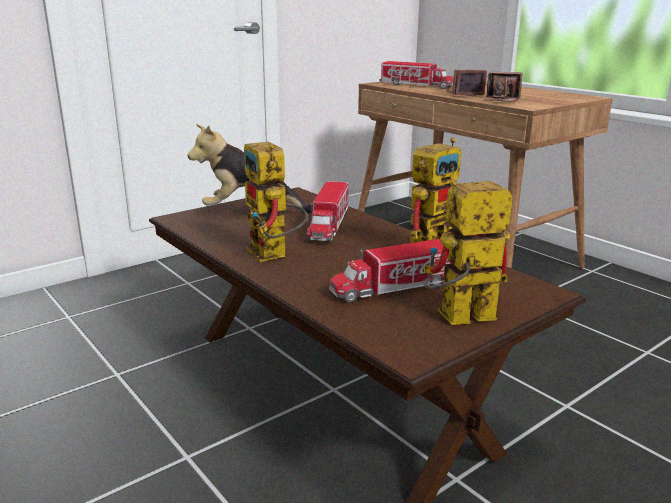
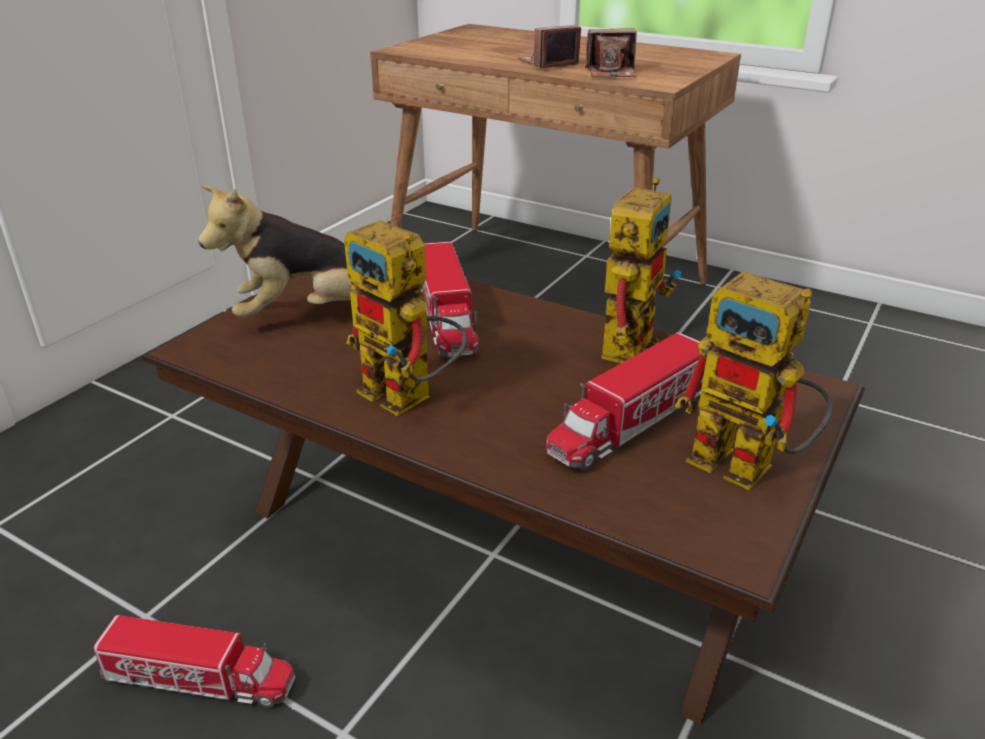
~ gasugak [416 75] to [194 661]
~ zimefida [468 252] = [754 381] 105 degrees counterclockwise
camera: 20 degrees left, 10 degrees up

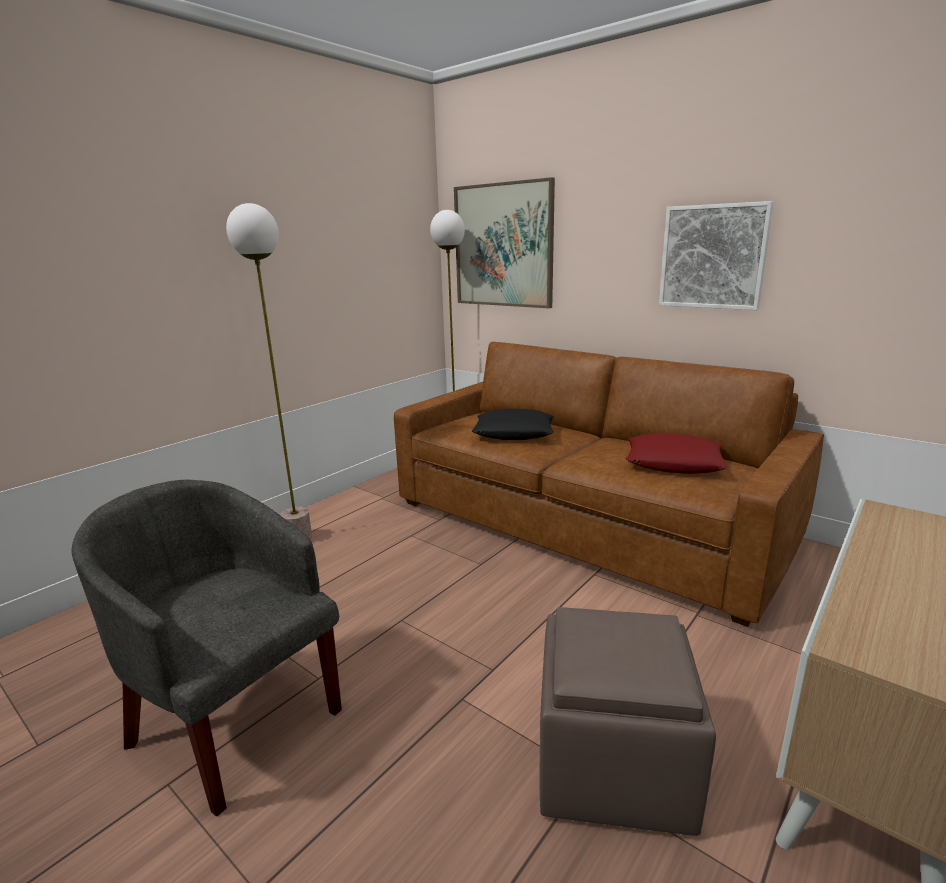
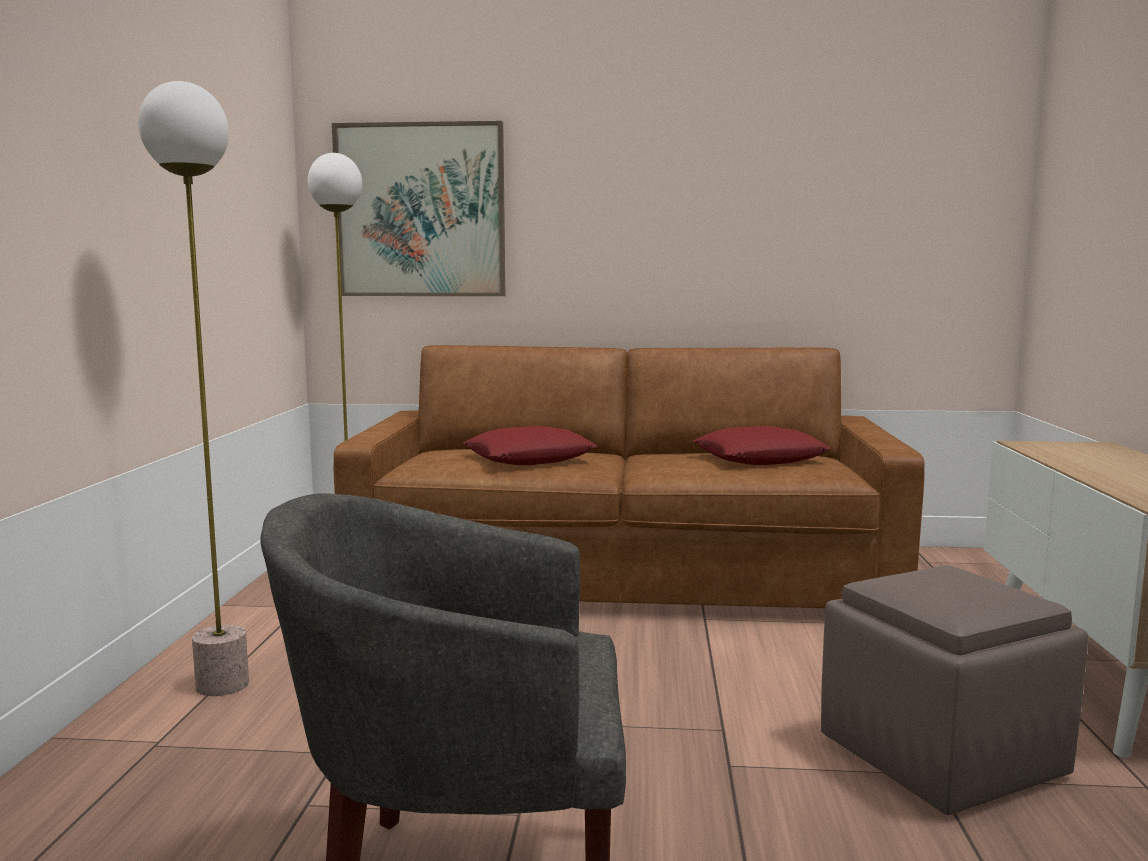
~ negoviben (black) [513 424] to negoviben (red) [530 445]
- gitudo [716 255]
camera: 35 degrees left, 10 degrees down

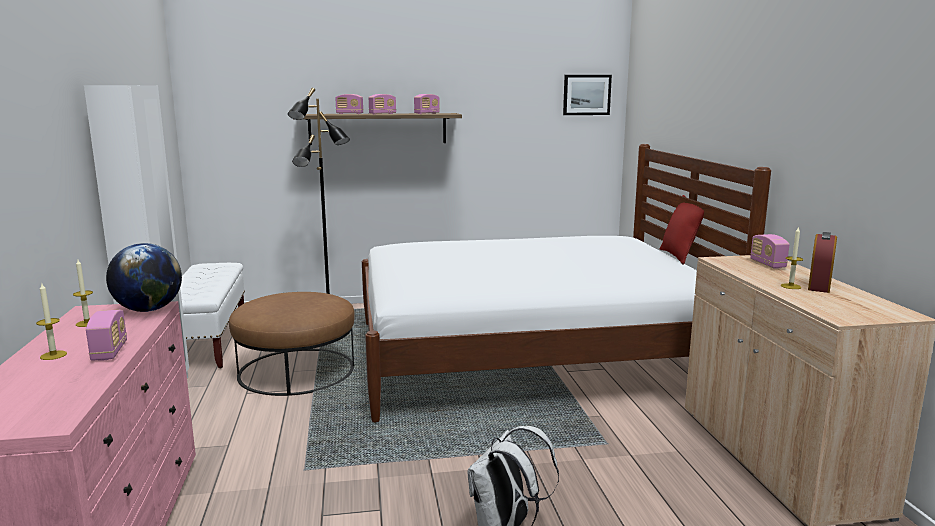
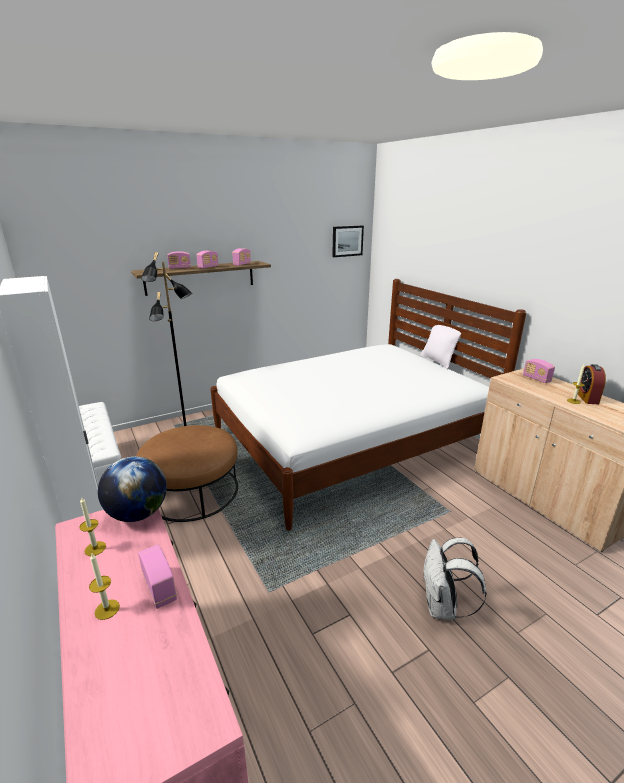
~ negoviben (red) [682 230] to negoviben (white) [442 343]
camera: 20 degrees left, 10 degrees up

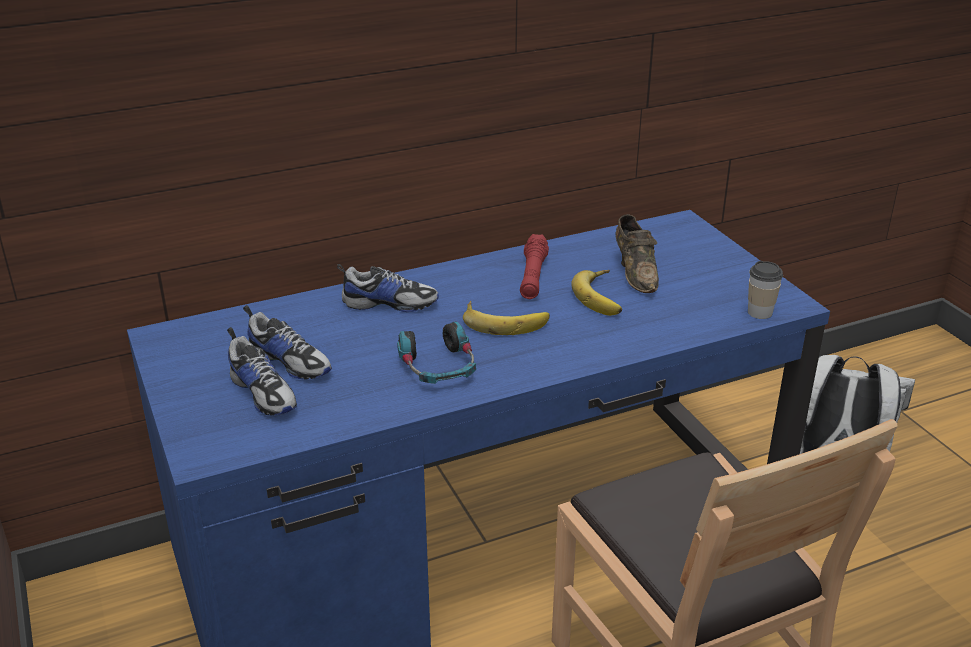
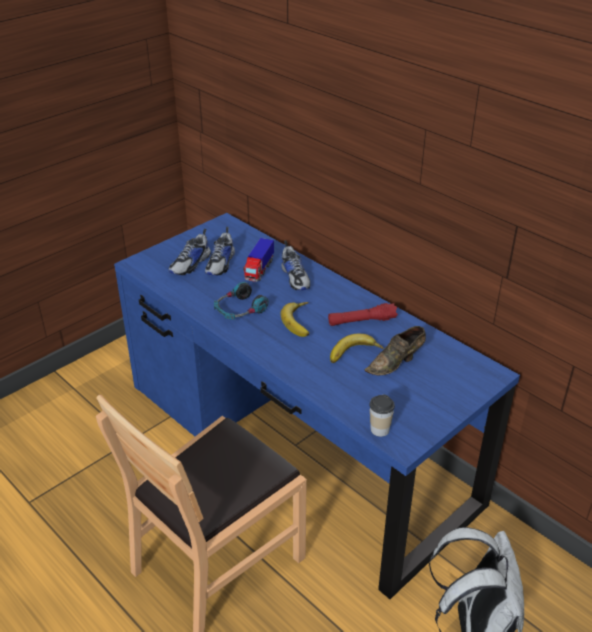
+ gasugak [258 260]
camera: 70 degrees right, 5 degrees up

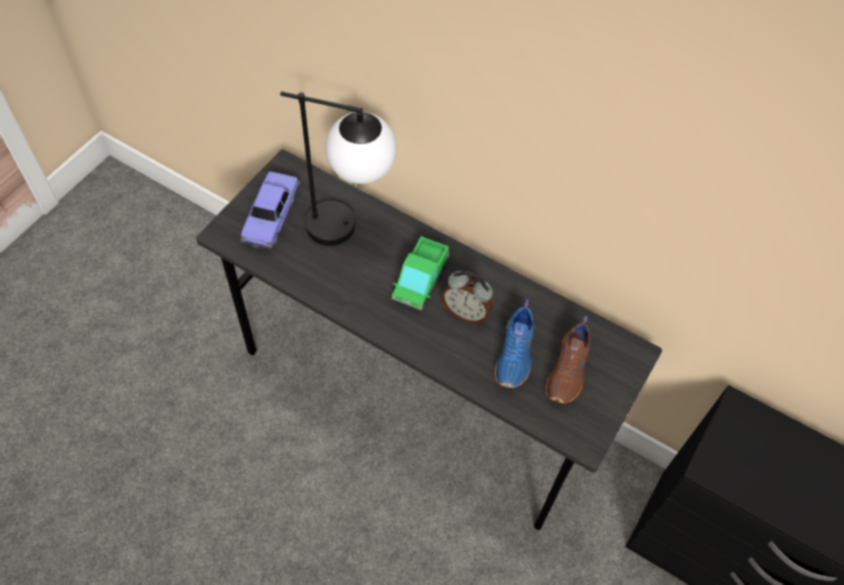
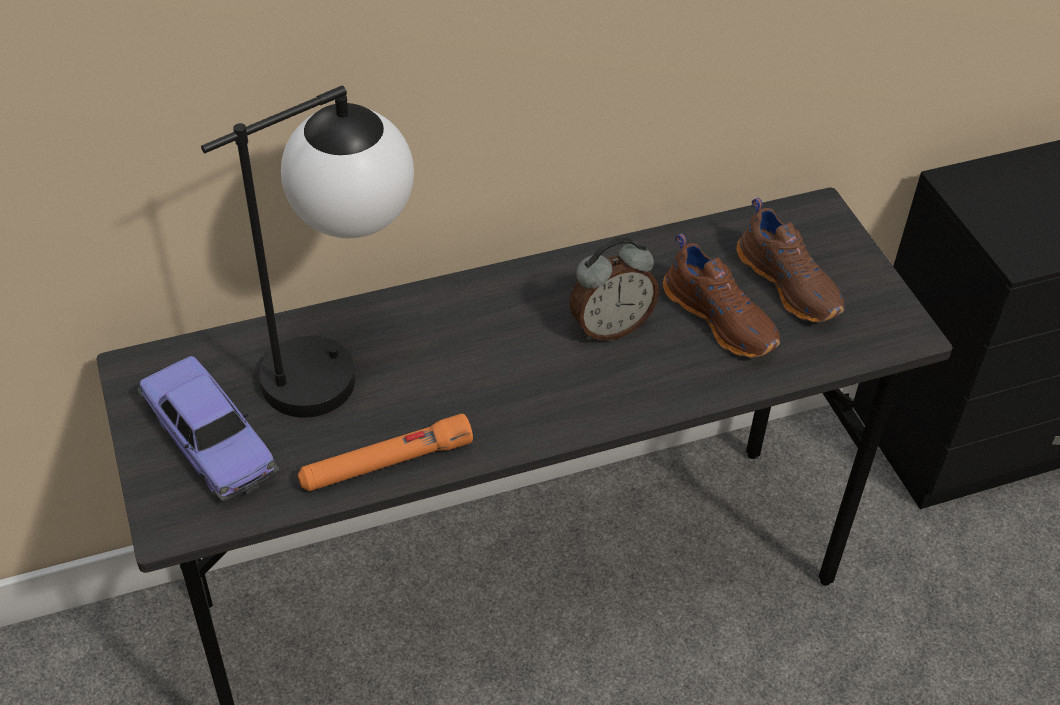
+ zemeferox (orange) [385 452]
~ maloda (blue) [514 343] to maloda (brown) [721 295]
- gasugak [420 273]
camera: 50 degrees left, 10 degrees down

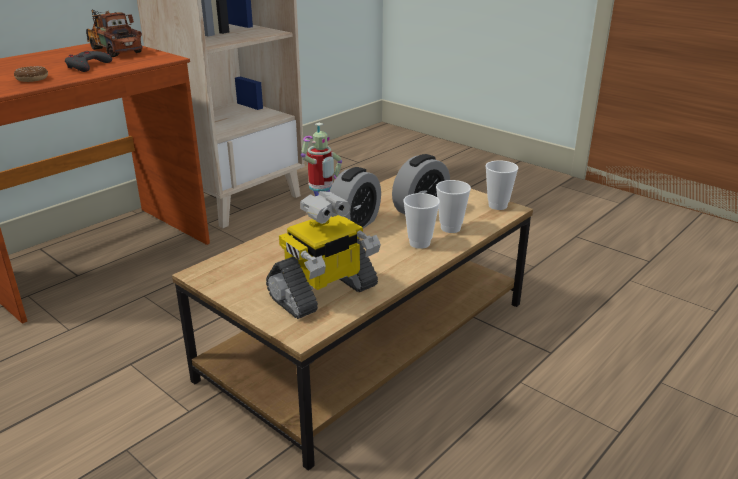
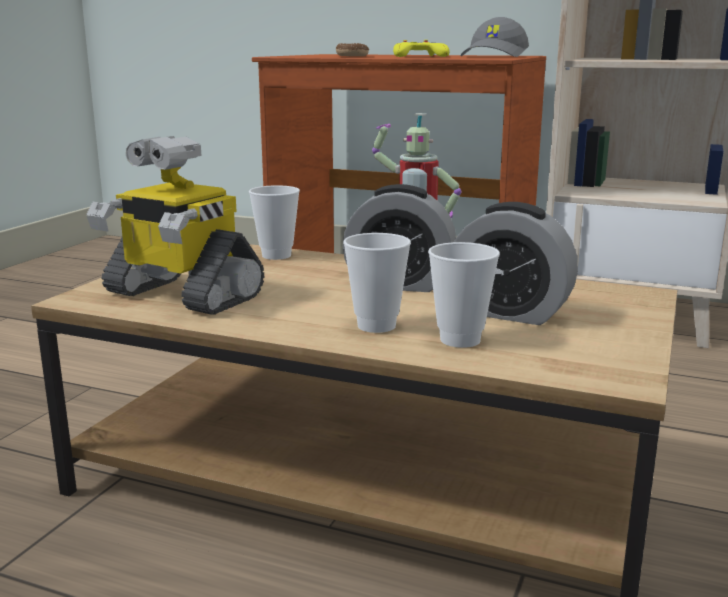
~ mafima [501 185] to [274 222]
~ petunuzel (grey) [88 61] to petunuzel (yellow) [421 48]
~ gasugak [114 33] to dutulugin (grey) [495 37]
camera: 70 degrees right, 10 degrees down

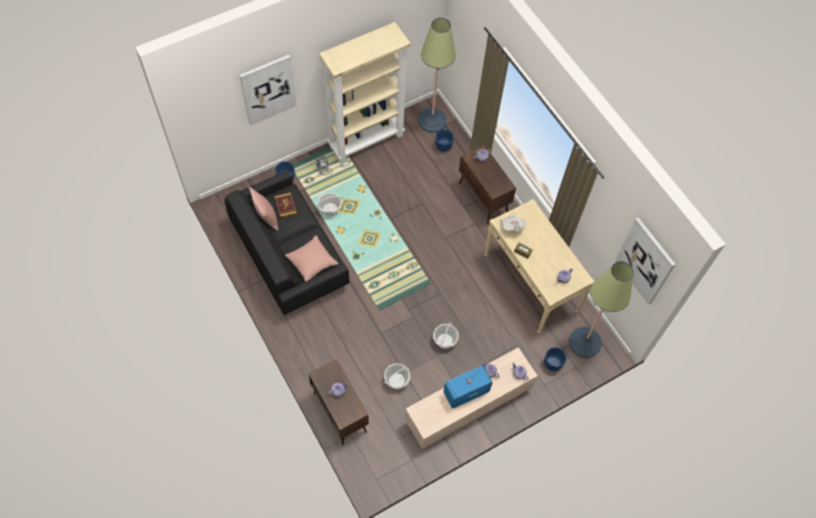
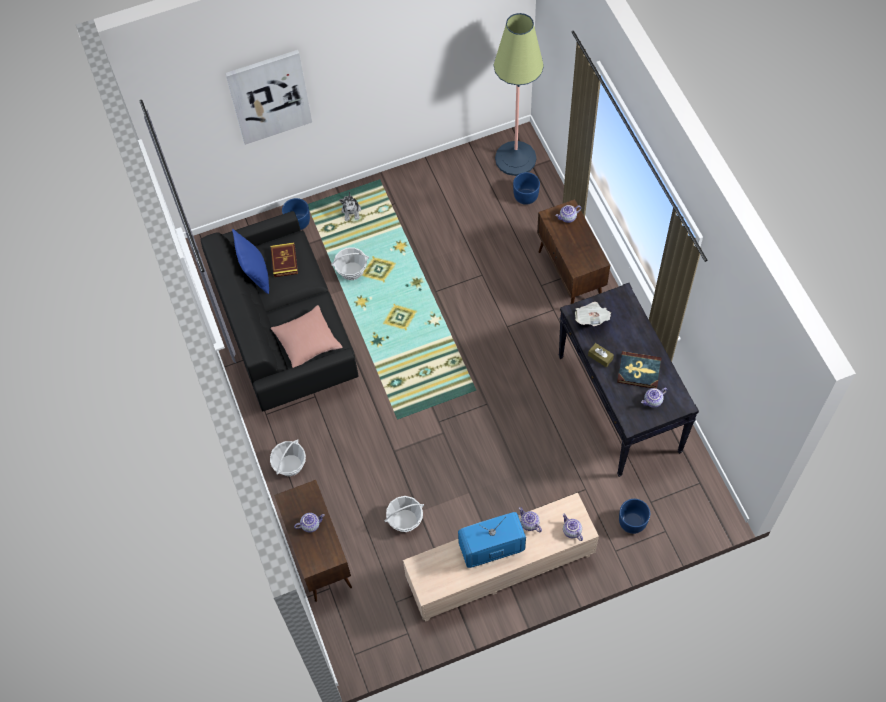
~ negoviben (pink) [263 209] to negoviben (blue) [250 261]
~ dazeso [446 335] to [288 457]
~ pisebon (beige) [539 266] to pisebon (black) [628 380]
+ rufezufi [639 370]
- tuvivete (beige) [365 93]
- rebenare [601 309]
- gitudo [645 261]
camera: 15 degrees right, 0 degrees up

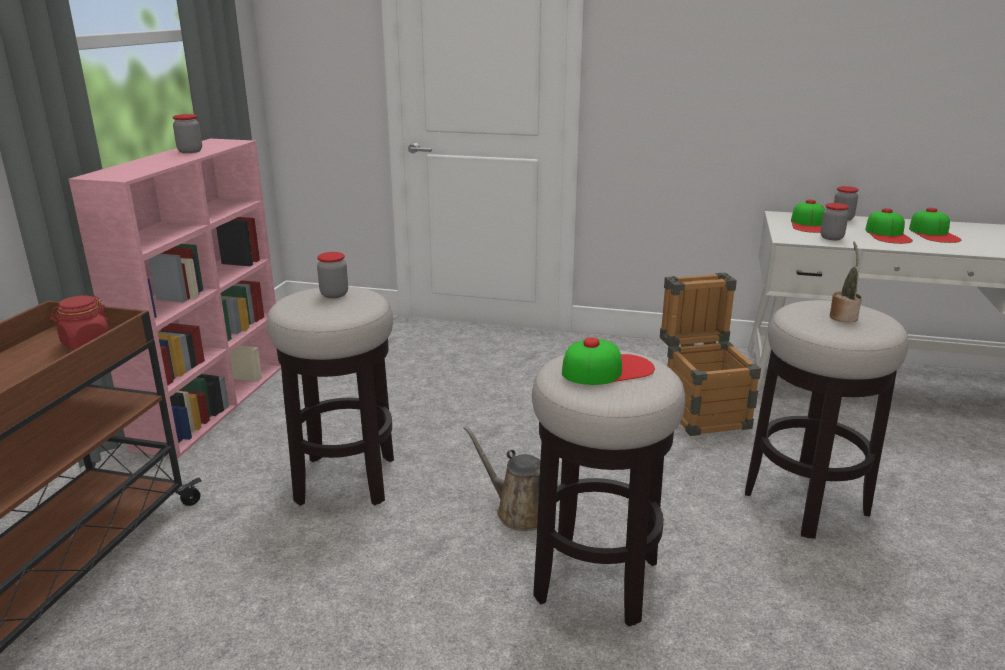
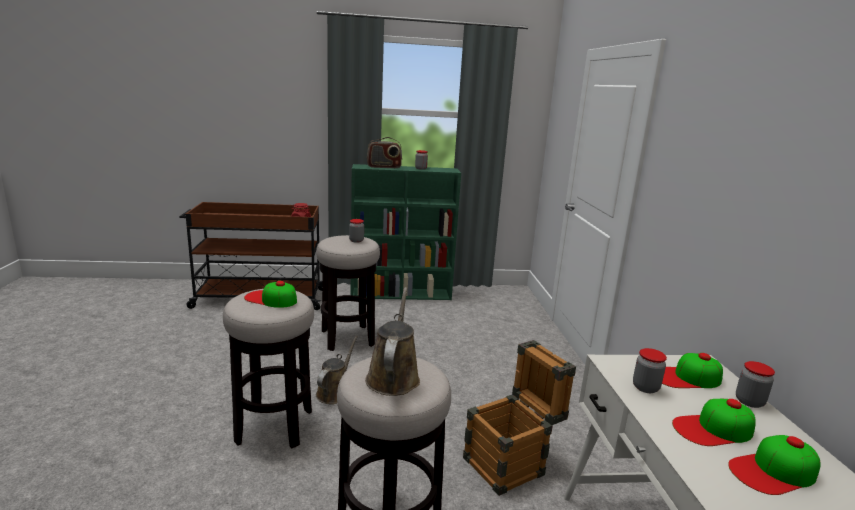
~ dutulugin [608 361] = [270 294] 150 degrees clockwise
~ tuvivete (pink) [175 298] to tuvivete (green) [406 232]
~ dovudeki [846 282] to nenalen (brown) [392 341]
+ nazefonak [384 152]
camera: 70 degrees right, 5 degrees down

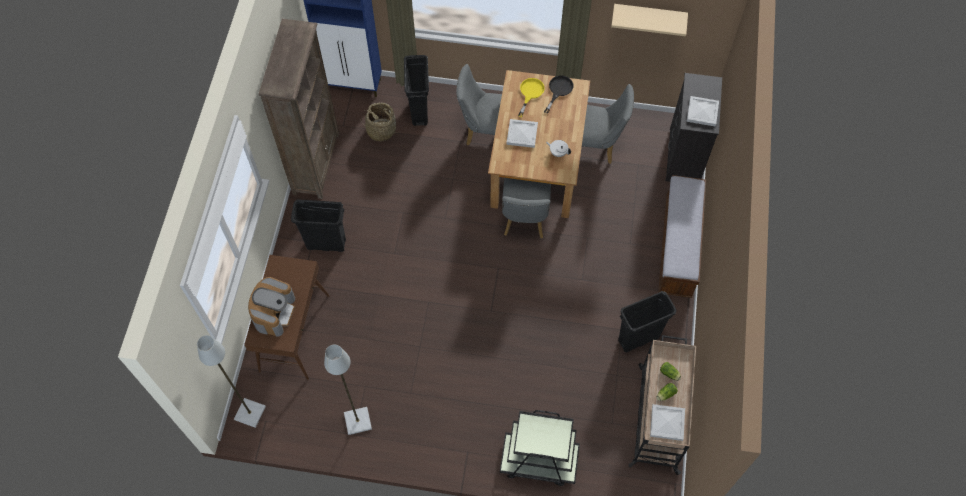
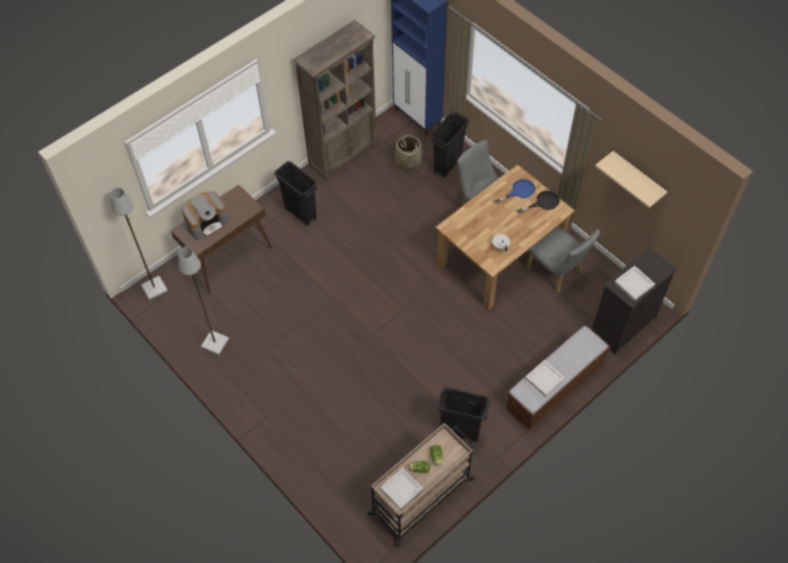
~ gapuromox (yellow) [531 97] to gapuromox (blue) [515 191]
~ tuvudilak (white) [522 133] to [545 378]
- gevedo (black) [540 448]
- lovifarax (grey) [526 208]
camera: 40 degrees right, 5 degrees down

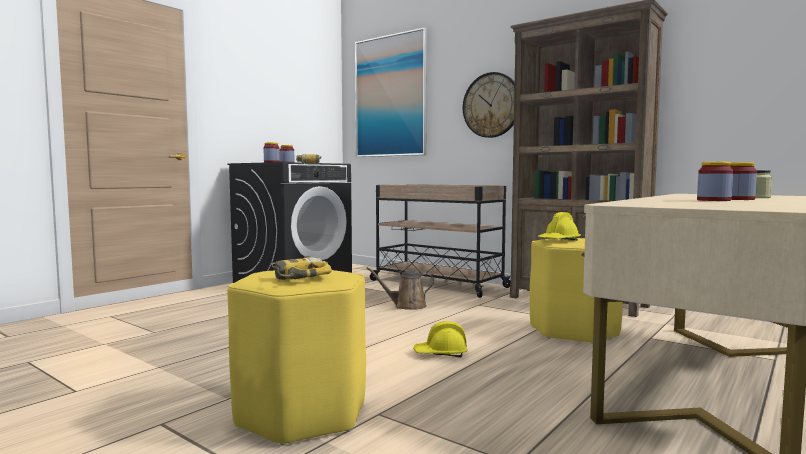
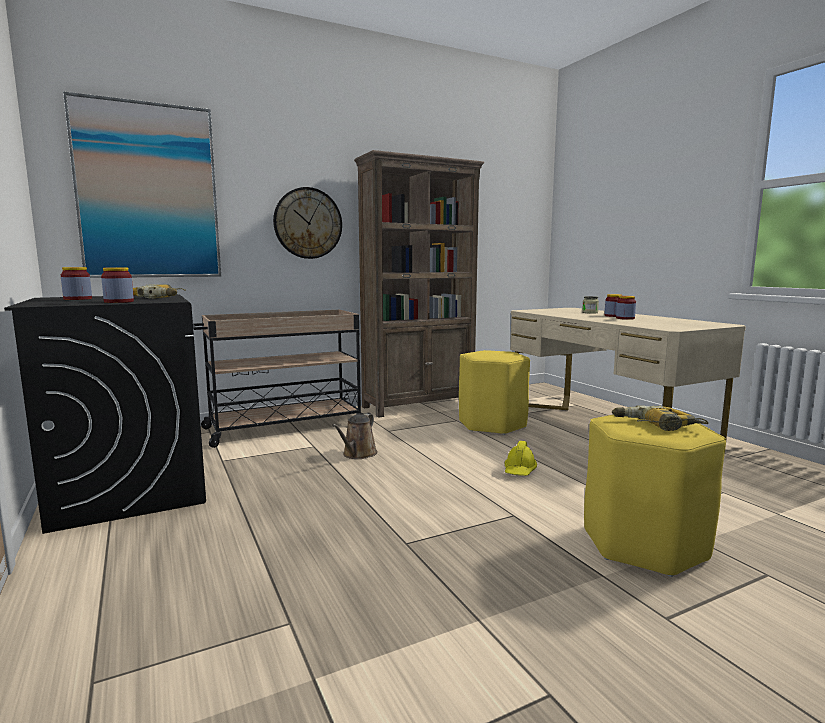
- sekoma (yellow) [559 226]
camera: 65 degrees left, 5 degrees up

